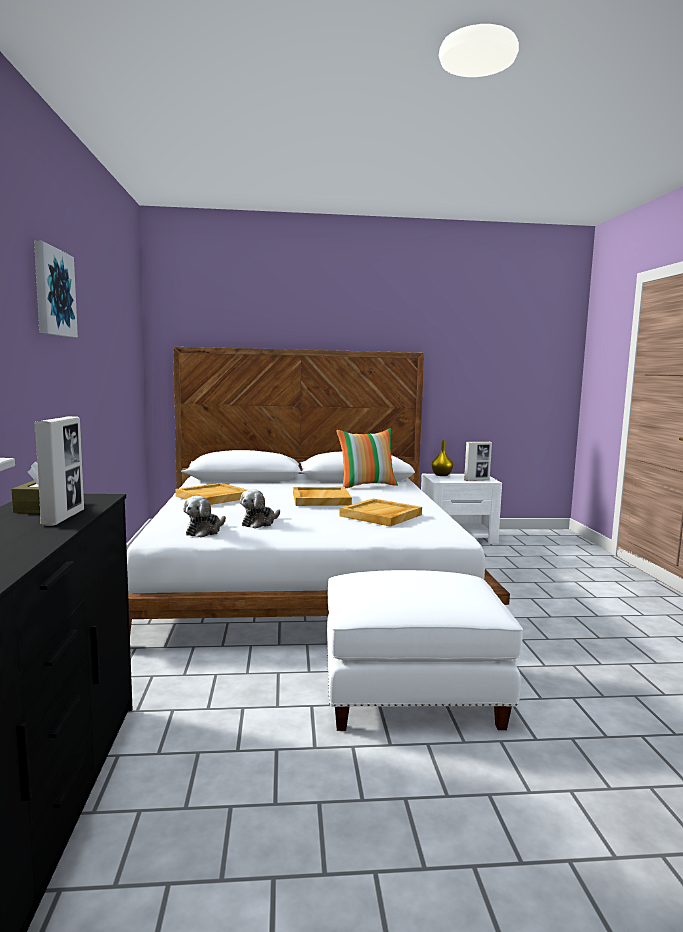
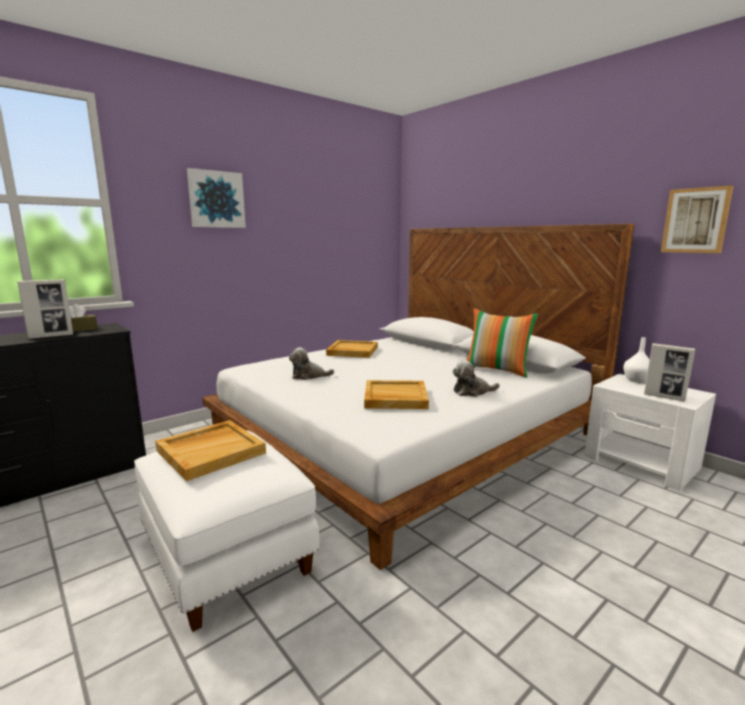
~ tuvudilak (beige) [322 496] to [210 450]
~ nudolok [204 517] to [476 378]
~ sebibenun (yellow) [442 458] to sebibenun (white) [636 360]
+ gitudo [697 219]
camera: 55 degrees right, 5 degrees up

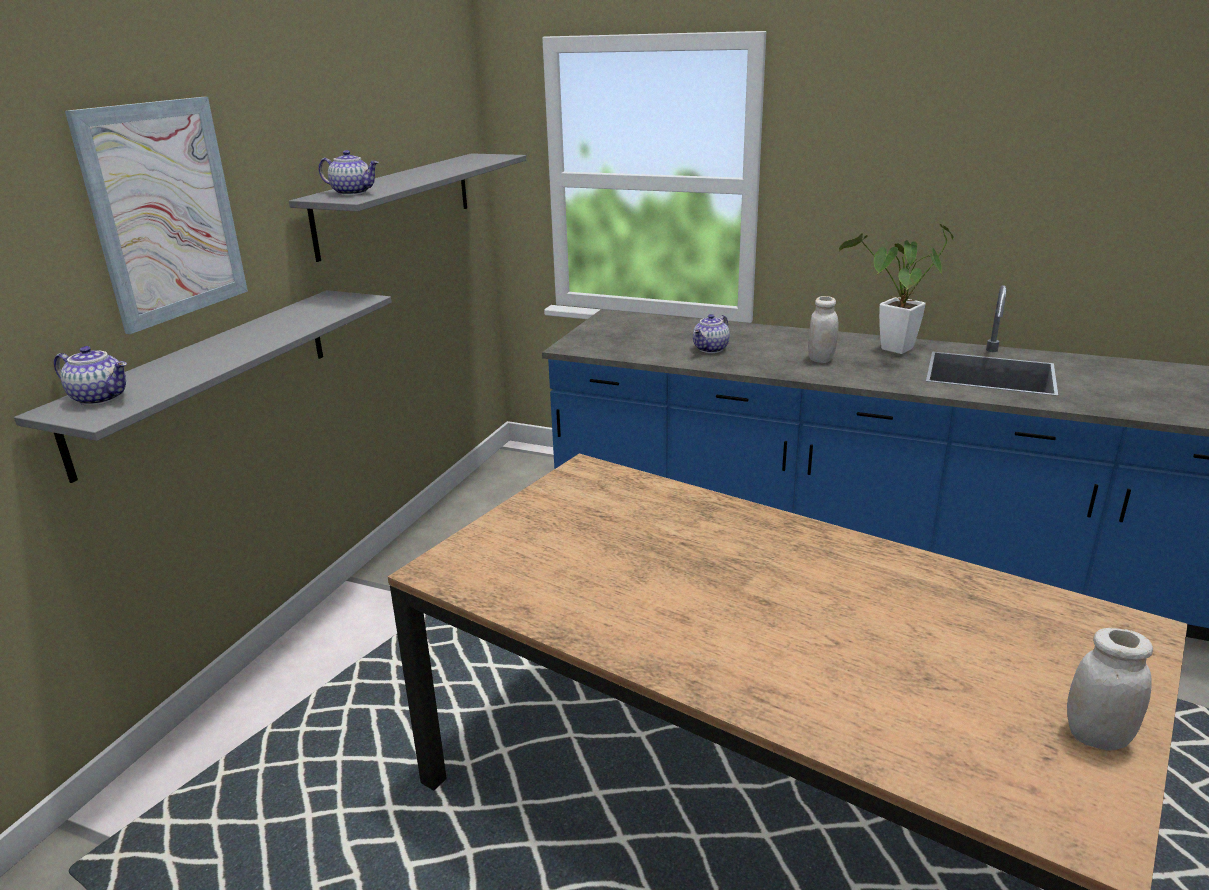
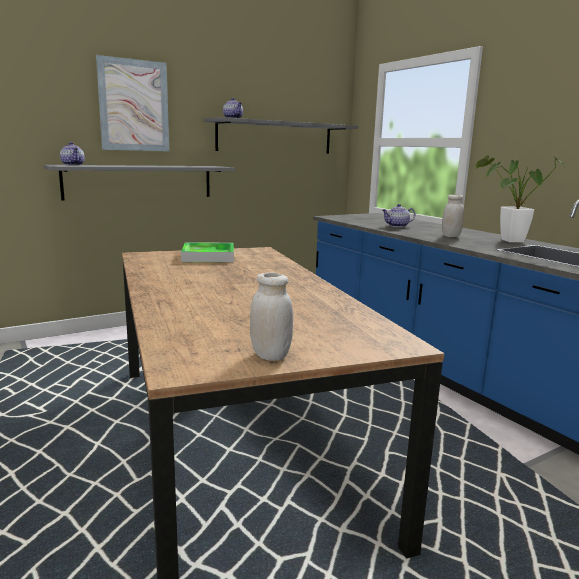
+ tuvudilak [207 252]
camera: 35 degrees right, 10 degrees down

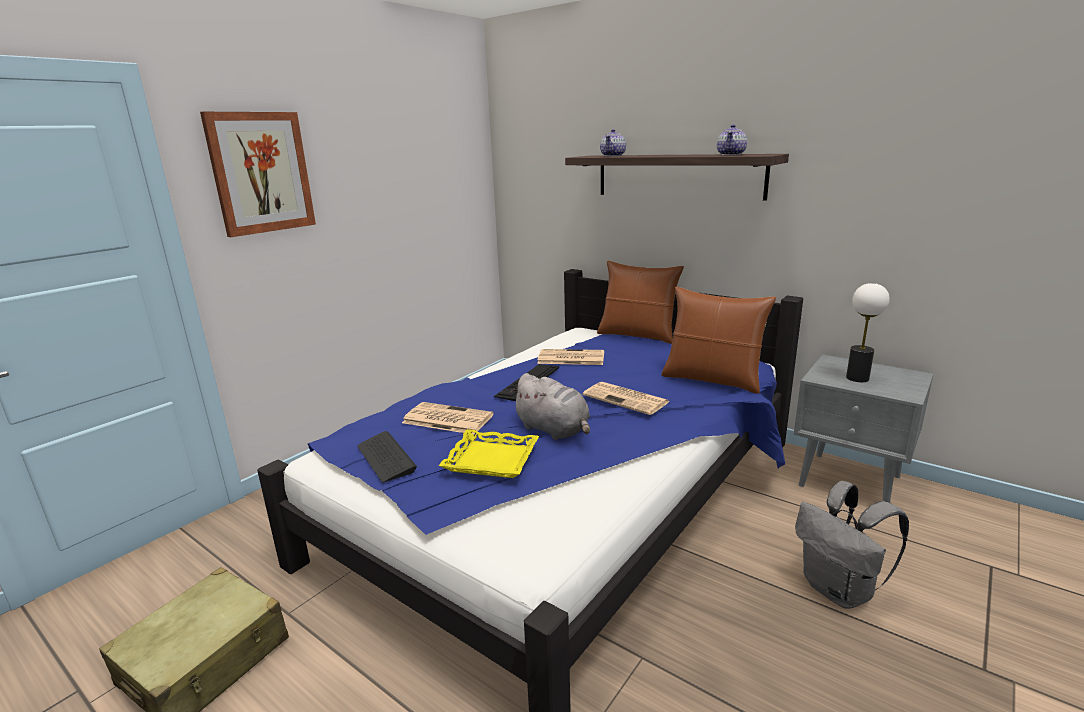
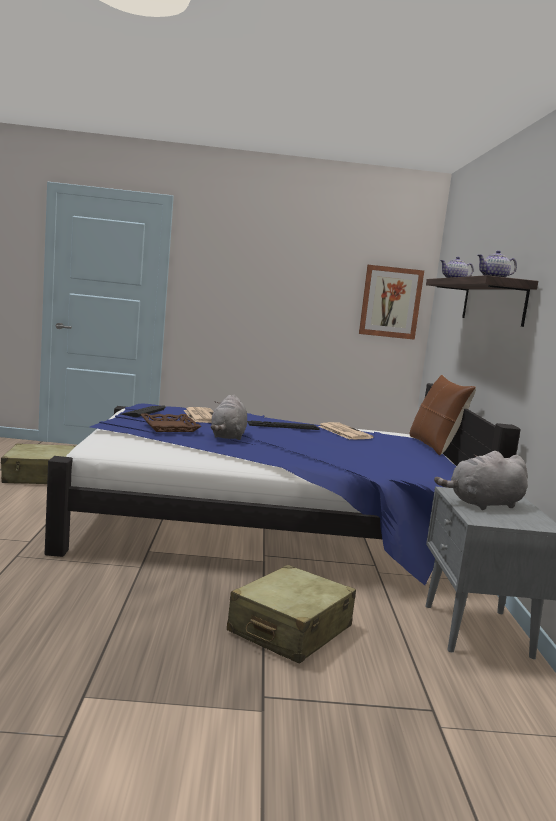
~ tuvudilak (yellow) [489 453] to tuvudilak (brown) [171 422]
~ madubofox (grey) [852 545] to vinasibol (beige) [291 614]
~ gitudo [258 174] to [391 302]
~ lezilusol [868 332] to nudolok (grey) [481 480]
- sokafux [626 398]
- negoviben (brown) [718 340]
camera: 50 degrees right, 10 degrees down

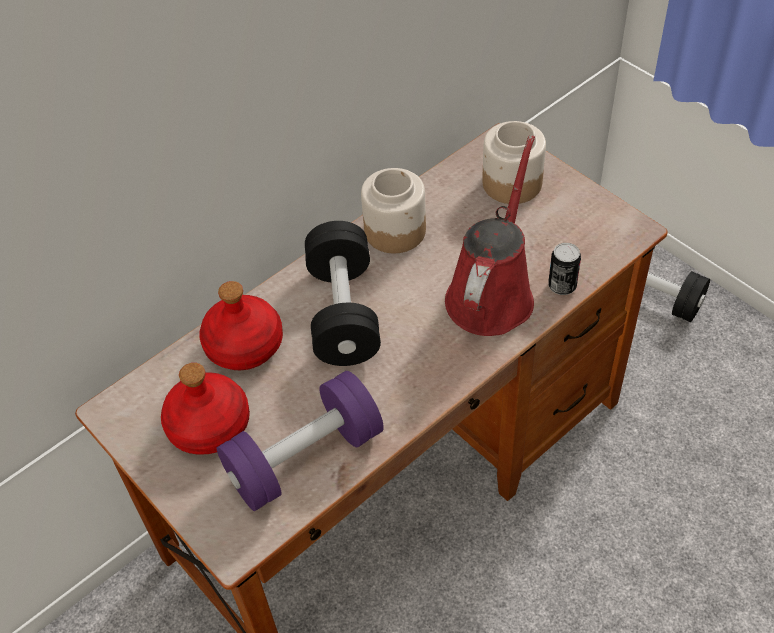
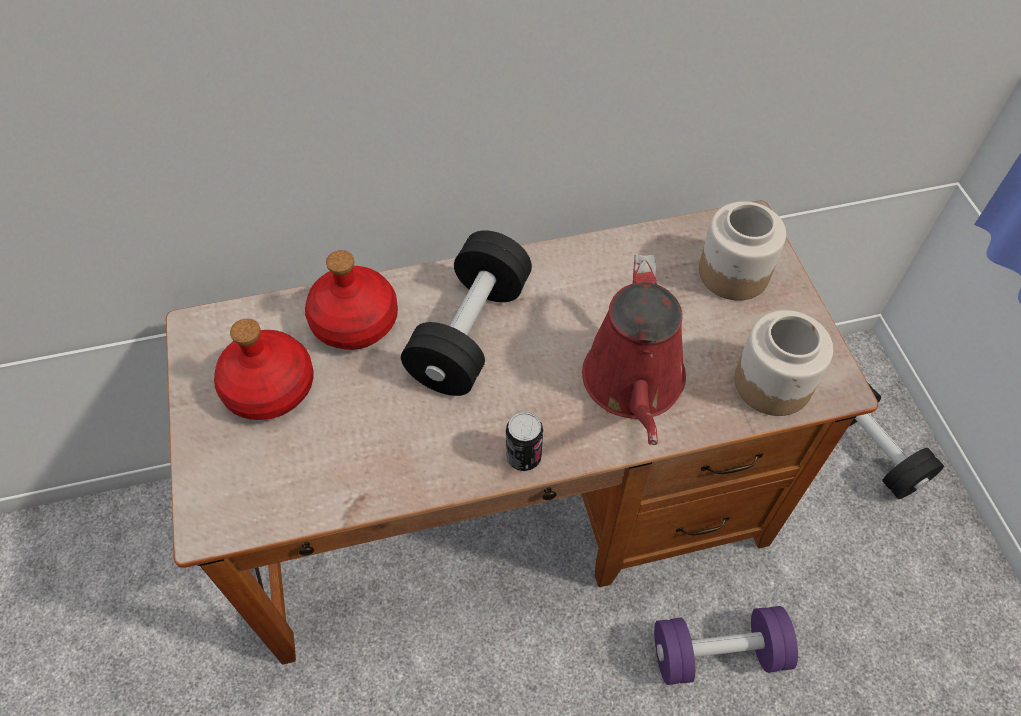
~ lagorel [564 269] to [524 441]
~ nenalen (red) [490 235] = [634 349] 135 degrees clockwise
~ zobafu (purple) [300 441] to [726 645]
~ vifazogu [393 210] to [783 363]
camera: 25 degrees right, 5 degrees up

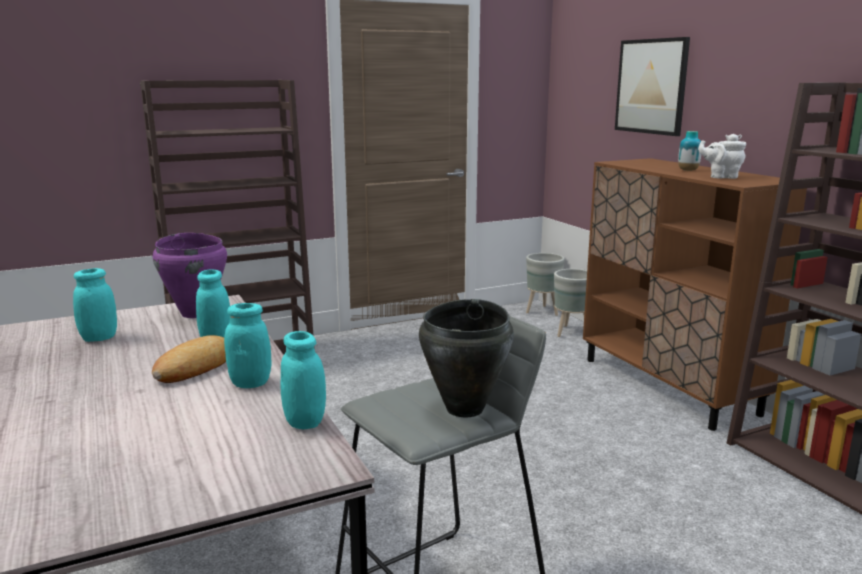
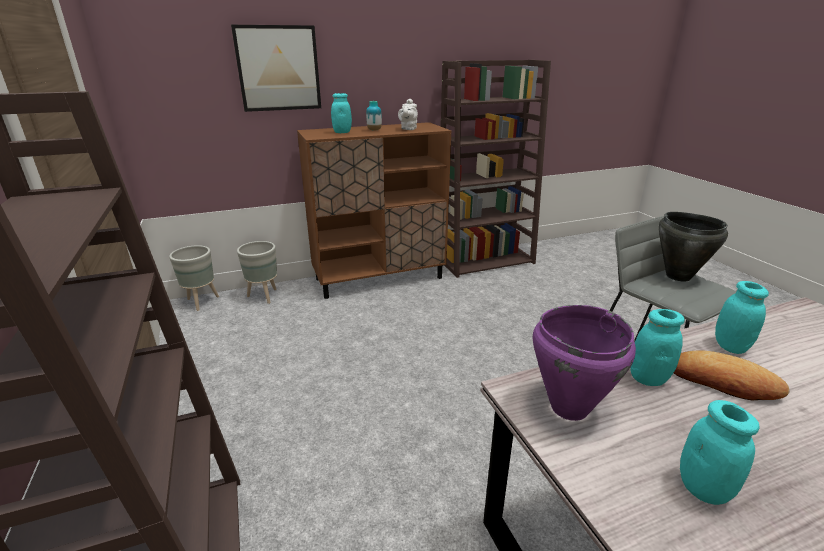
~ vifazogu (turquoise) [303 380] to [341 113]
camera: 85 degrees left, 10 degrees up

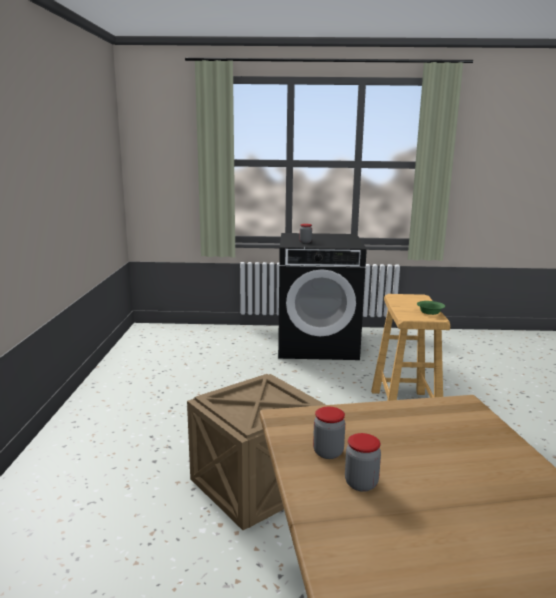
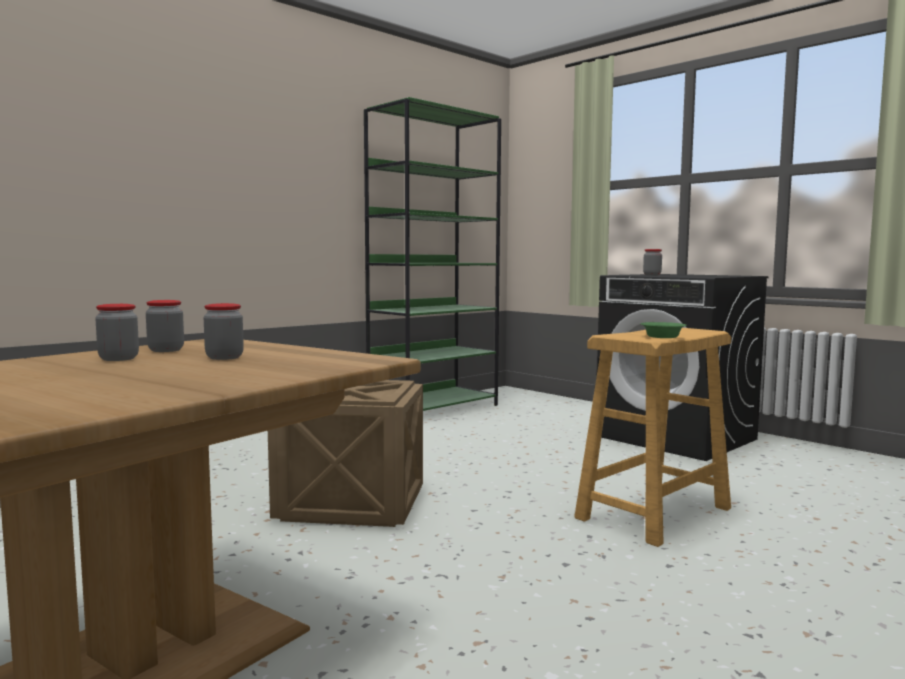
+ vifazogu [224 331]
+ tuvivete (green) [432 254]
camera: 45 degrees right, 10 degrees down

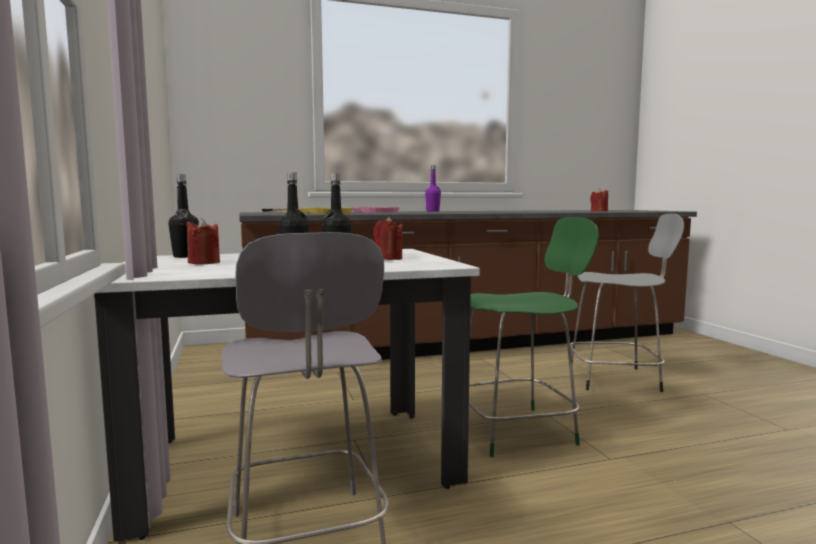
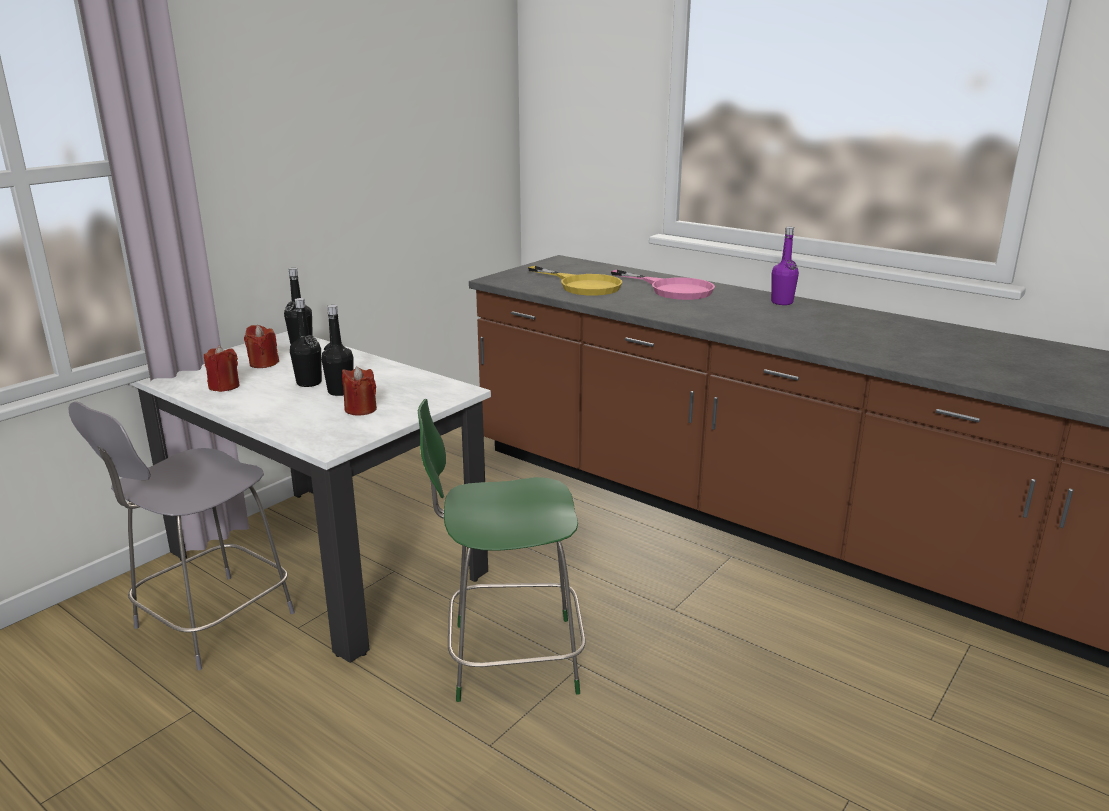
~ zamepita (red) [599 200] to [222 368]
~ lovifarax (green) [534 337] = [501 550] 135 degrees clockwise
- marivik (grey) [627 303]
camera: 55 degrees right, 15 degrees up

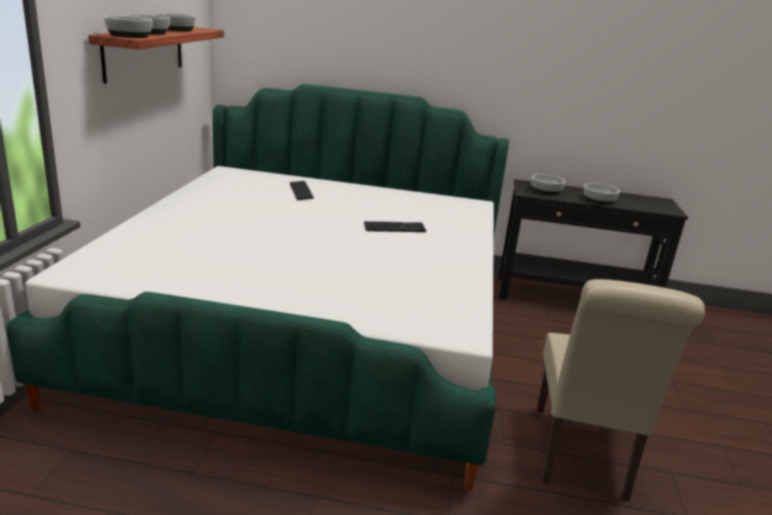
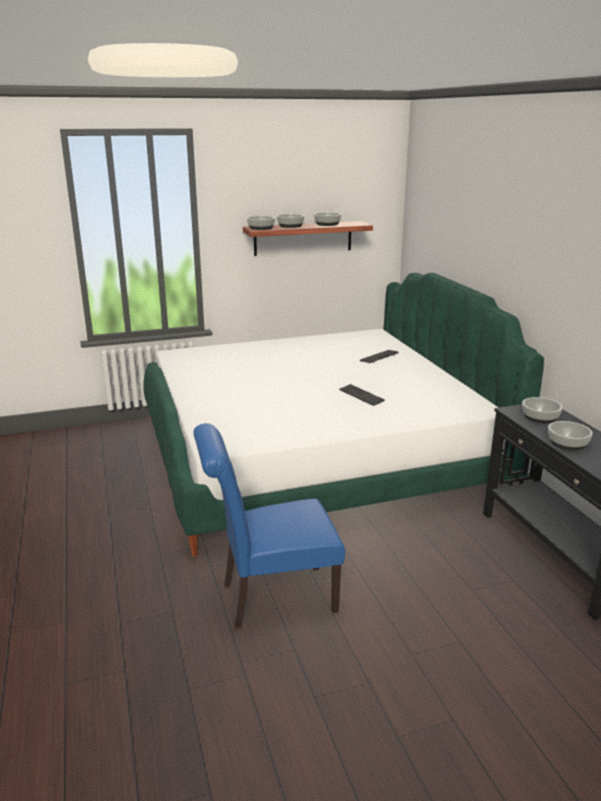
~ lovifarax (beige) [621 390] to lovifarax (blue) [269 526]
camera: 65 degrees right, 0 degrees up

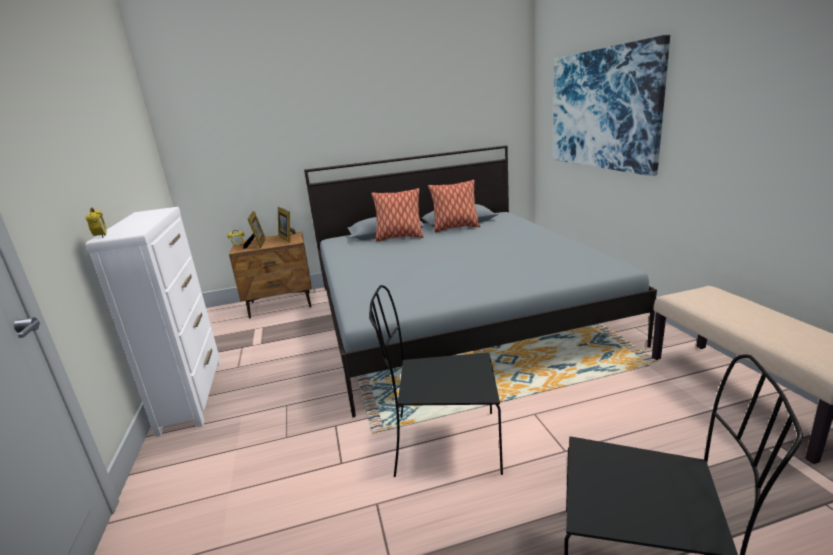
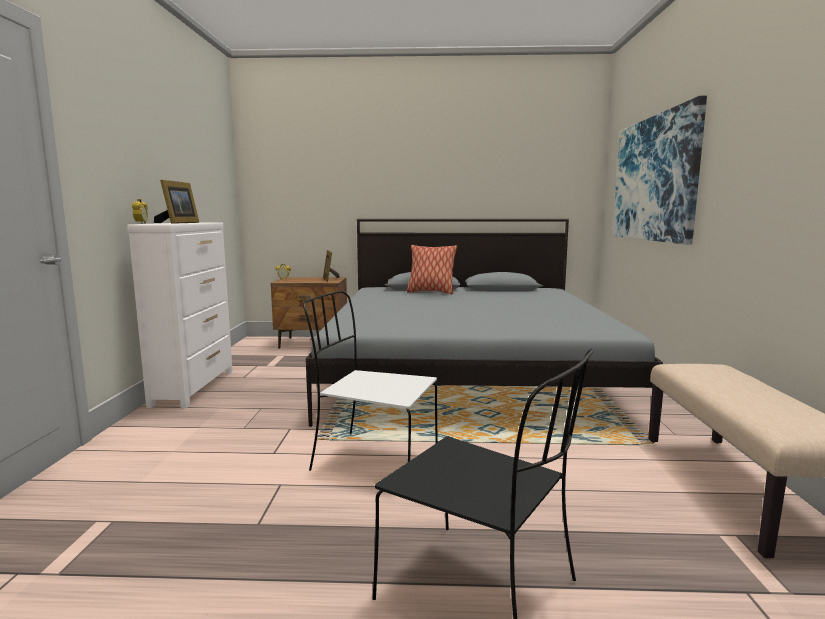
~ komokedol [254 230] to [176 202]
~ lovifarax (black) [436 381] to lovifarax (white) [370 381]
- negoviben [454 206]
camera: 15 degrees right, 10 degrees down

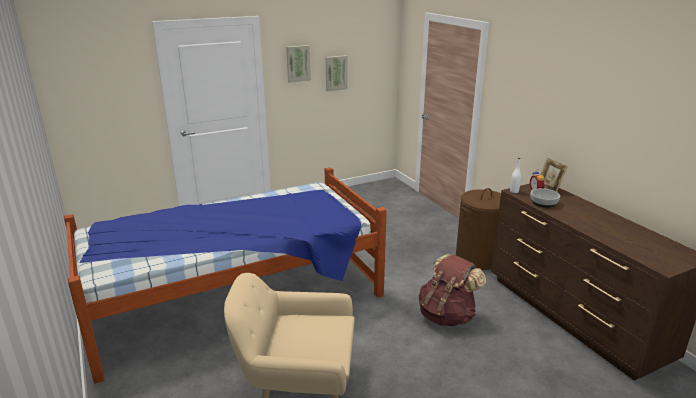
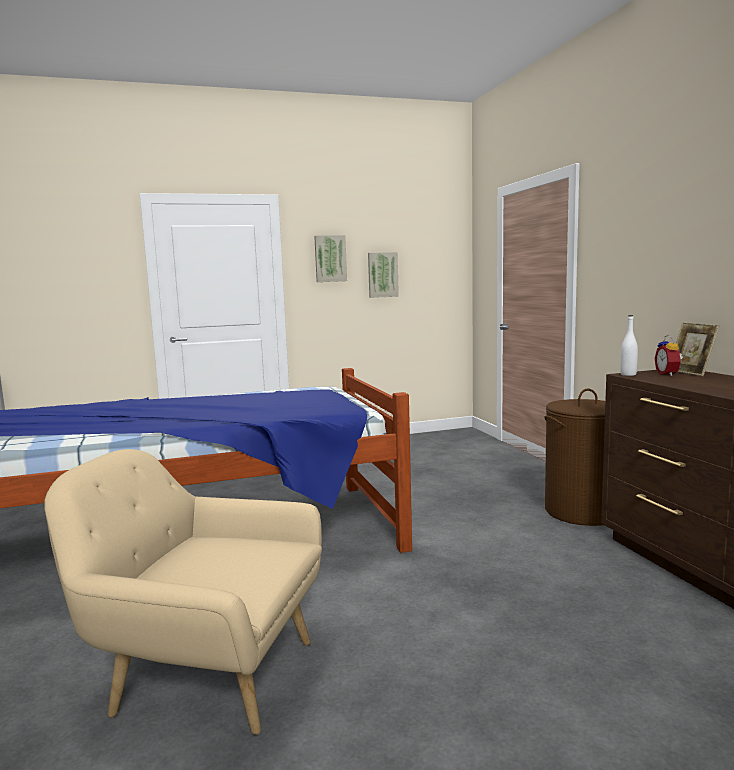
- madubofox (brown) [452 290]
- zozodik [545 198]
camera: 10 degrees right, 15 degrees down

